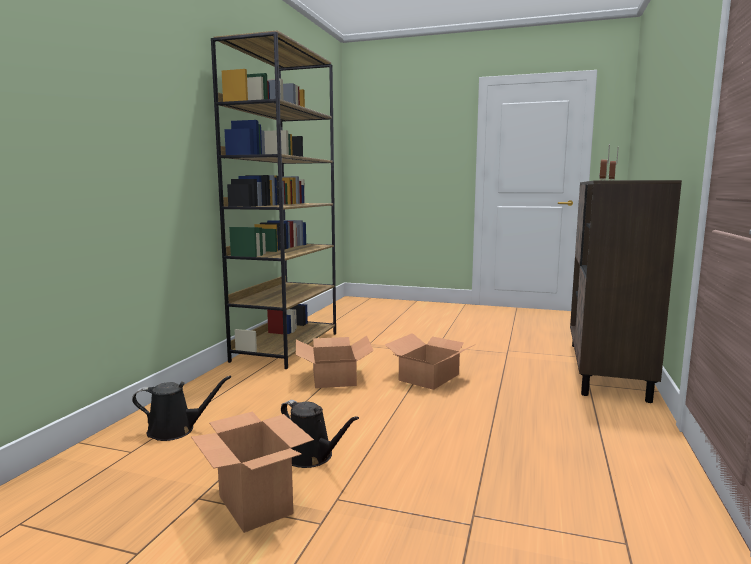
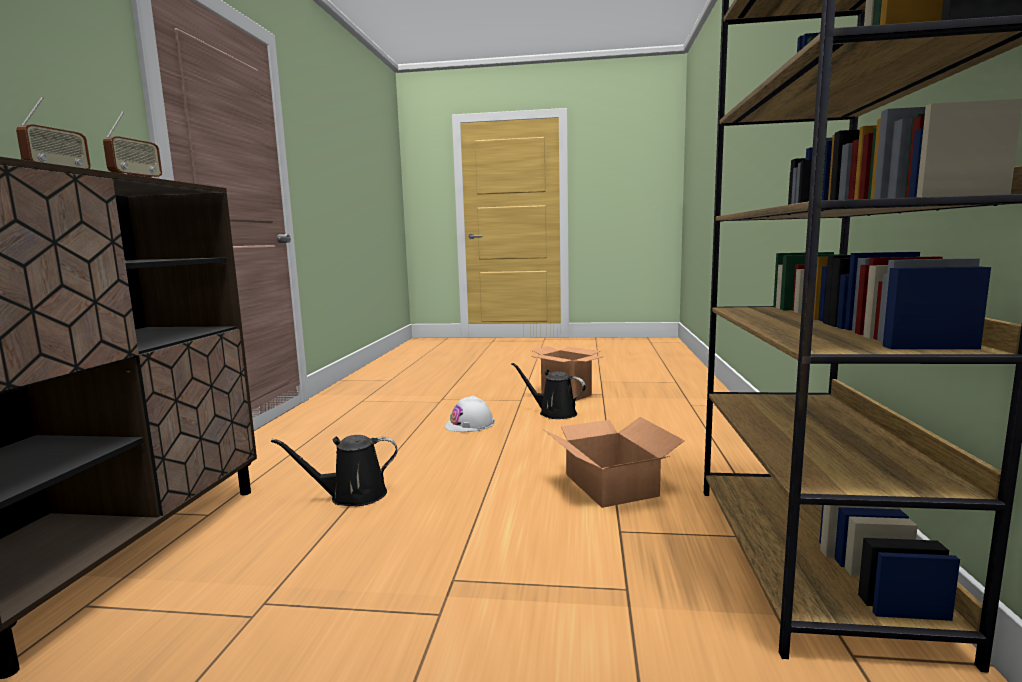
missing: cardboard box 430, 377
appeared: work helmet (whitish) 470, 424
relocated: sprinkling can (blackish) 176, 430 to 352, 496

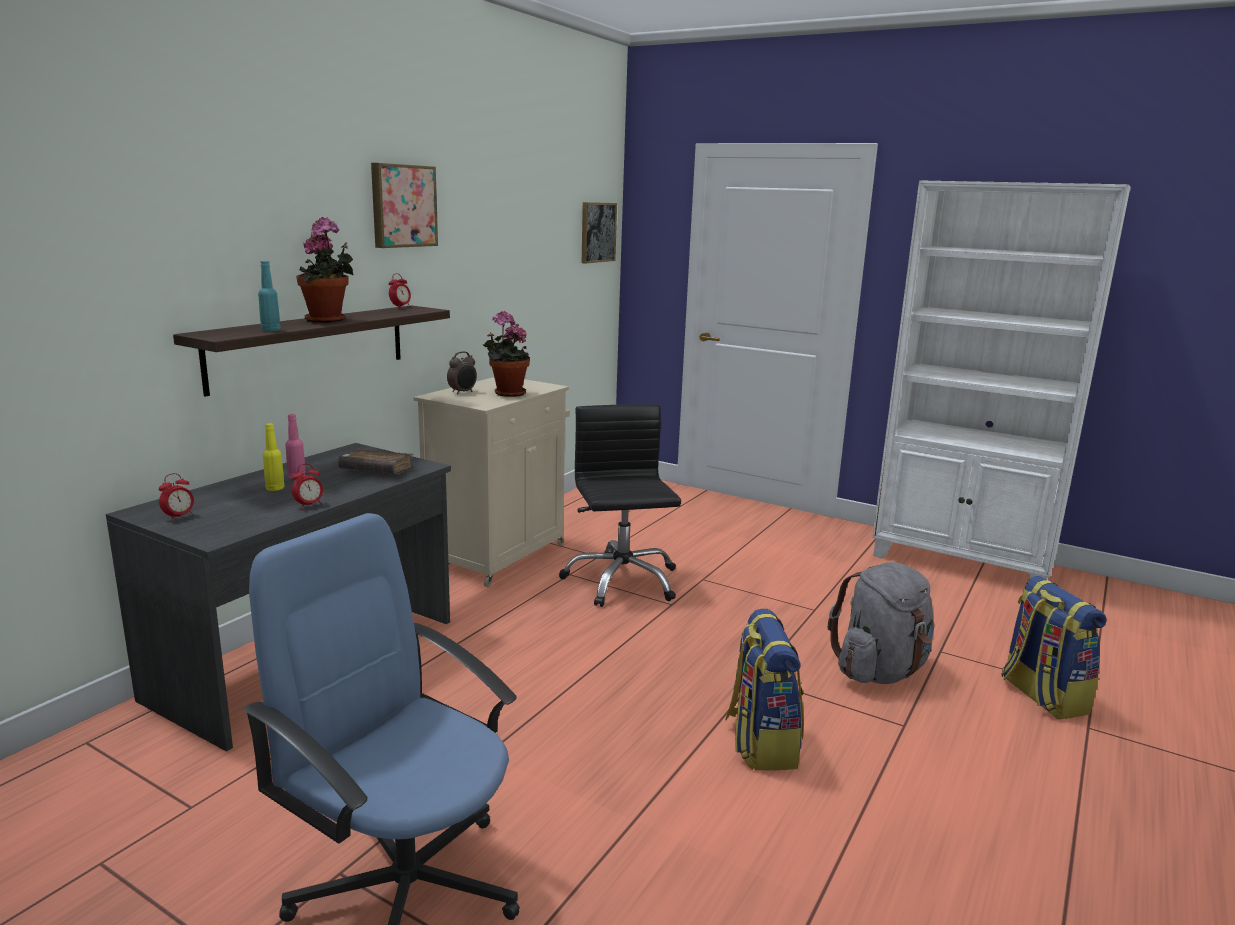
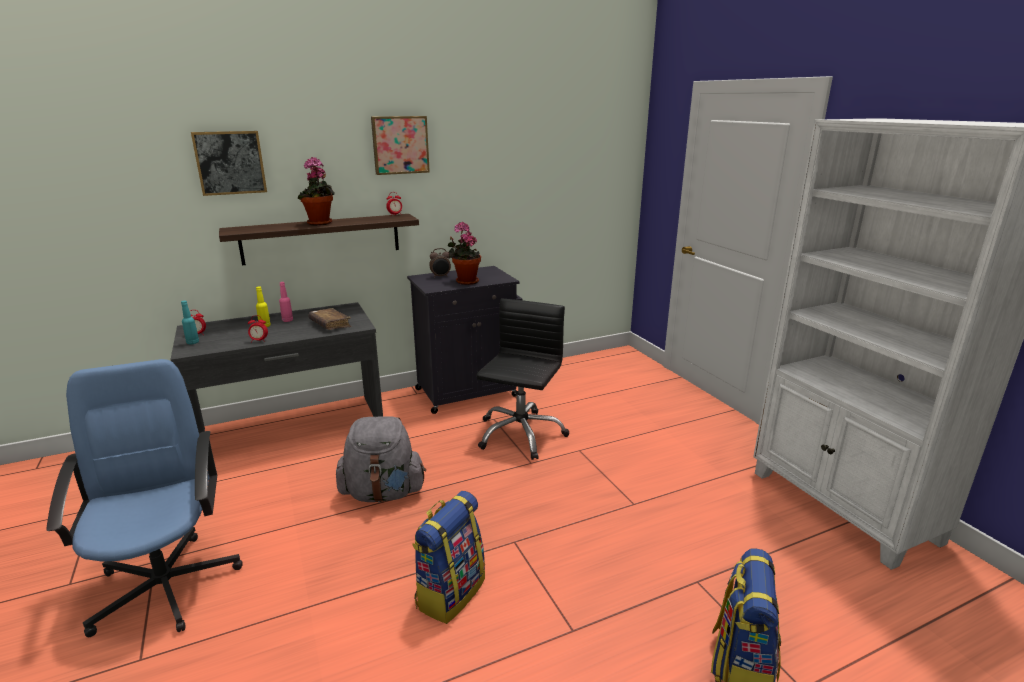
relocated: bottle (turquoise-coloured) 271, 330 to 193, 342; wall art 597, 232 to 230, 163; rucksack (grey) 880, 671 to 383, 493
colour: cupboard (sand-coloured) 498, 555 to cupboard (blackish) 468, 392

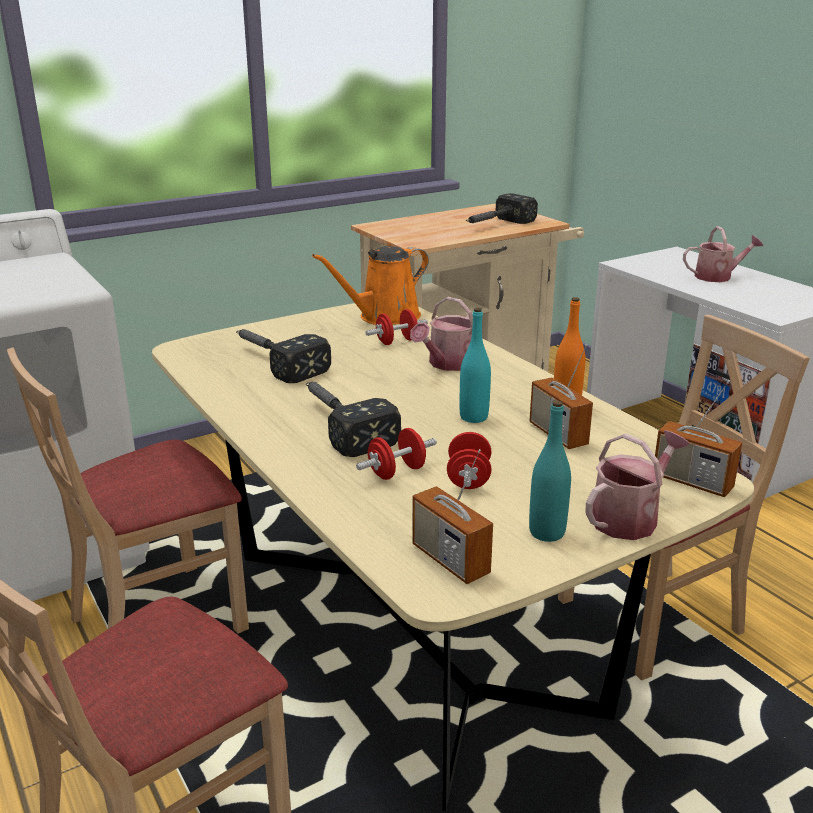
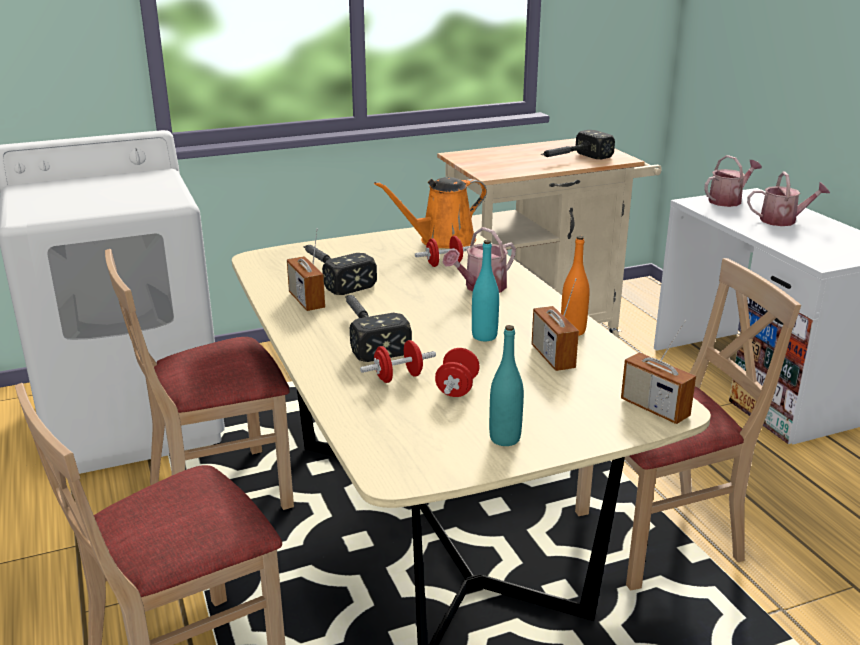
relocated: radio set 450, 560 to 306, 301; sprinkling can 630, 517 to 728, 200

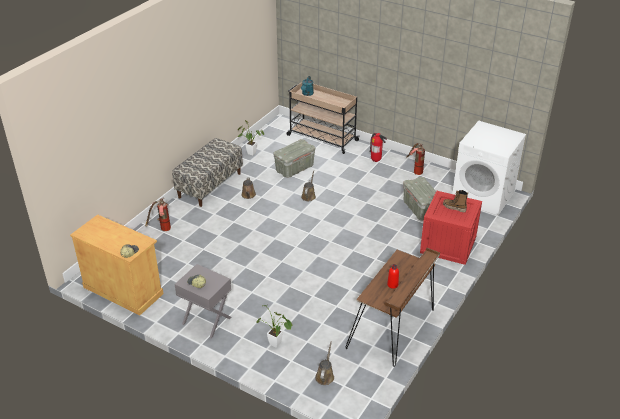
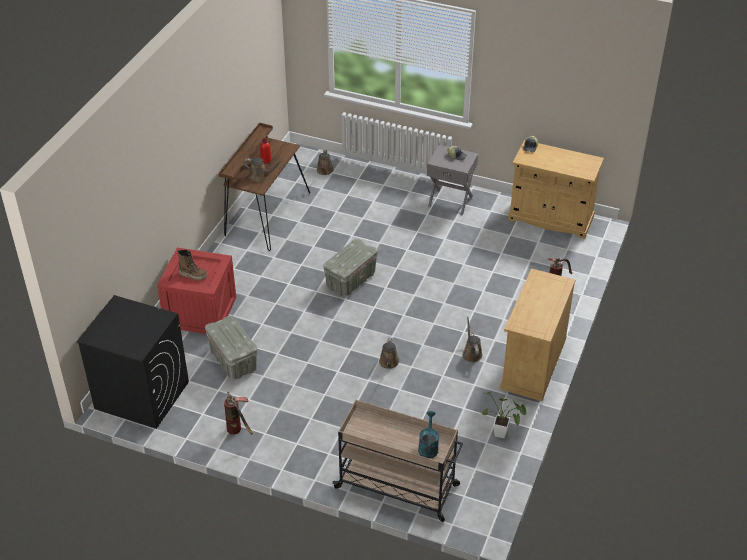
missing: houseplant 277, 345; extinguisher 376, 160
appeared: sprinkling can (brownish) 260, 176
relocated: storage bin (grey) 294, 169 to 351, 280
exchanged: indoor bench 209, 185 to cupboard (sand-coloured) 533, 363
colour: laundry machine (whitish) 483, 196 to laundry machine (blackish) 141, 395

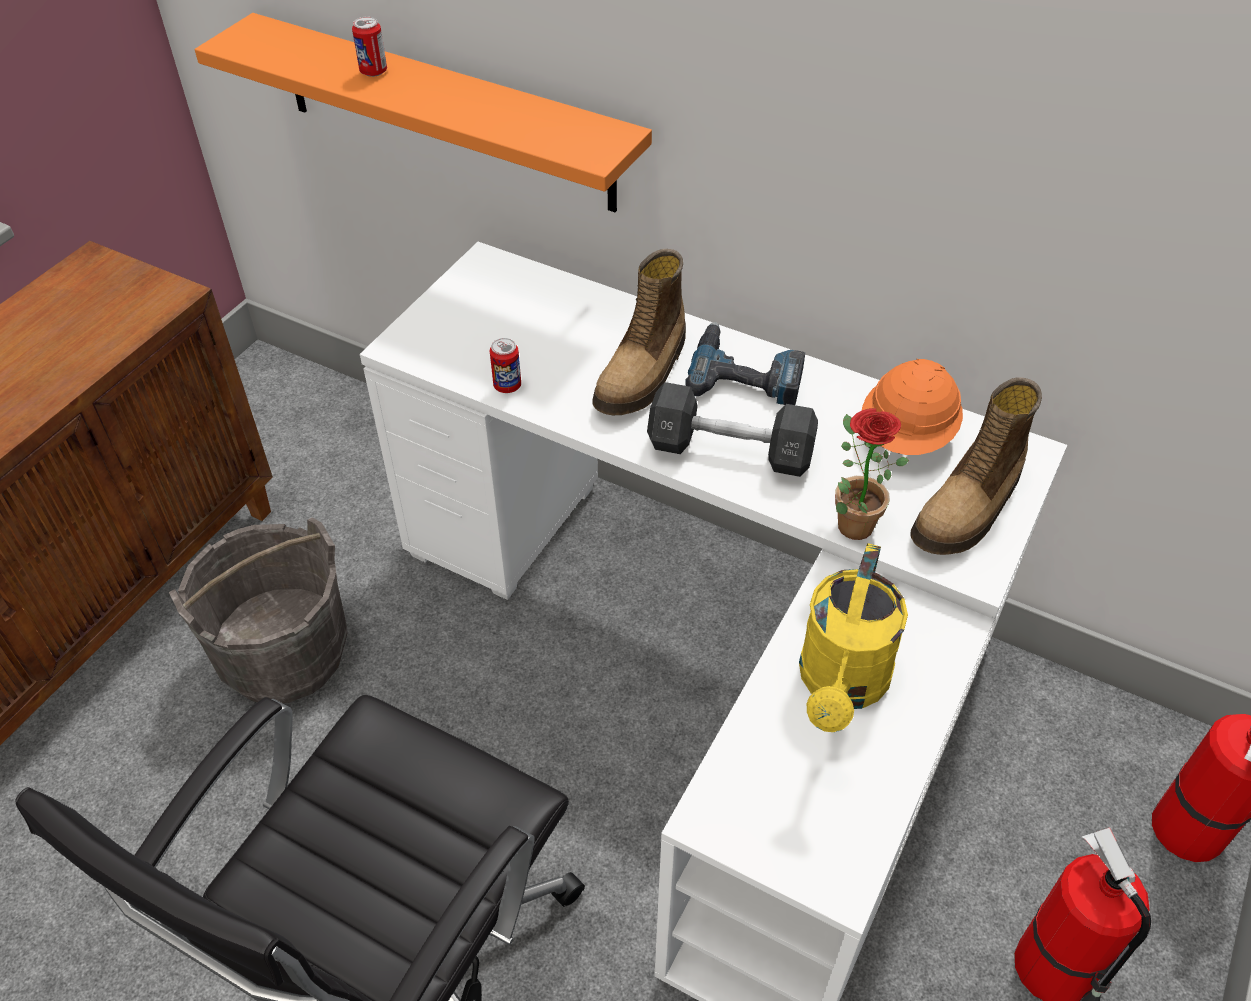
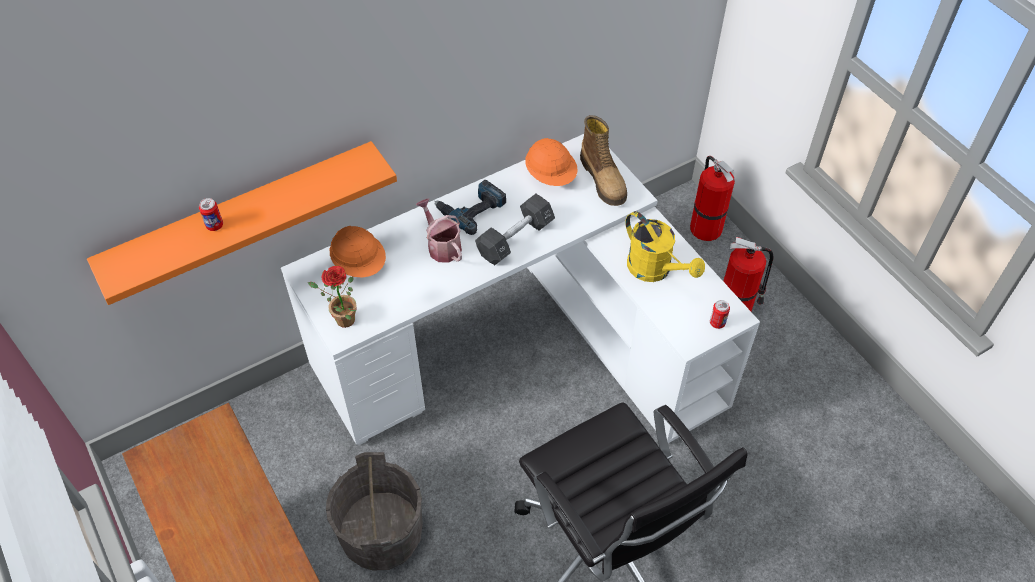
appeared: work helmet (orange-coloured) 360, 264
relocated: can 507, 386 to 717, 323; houseplant 849, 521 to 341, 320
exchanged: tall boot 643, 374 to sprinkling can 442, 246

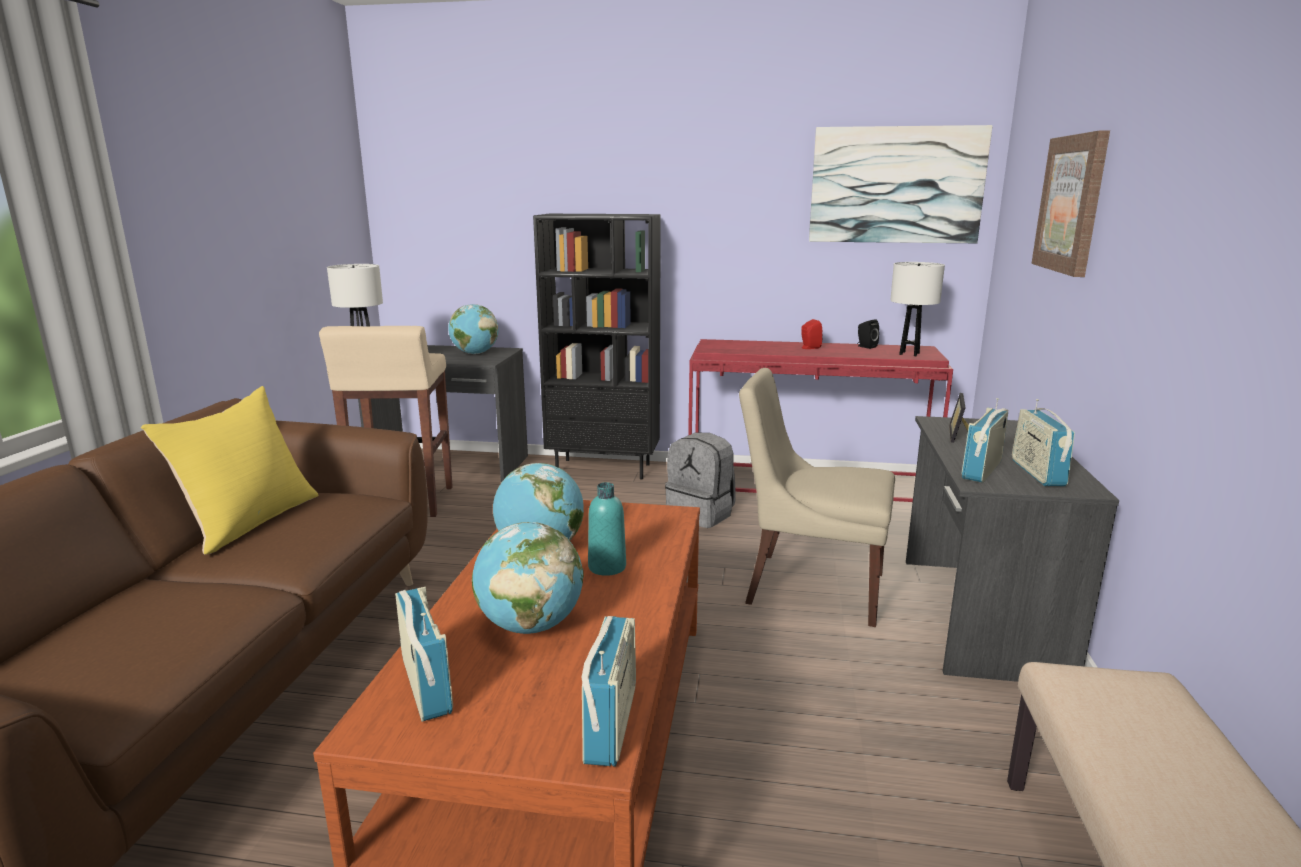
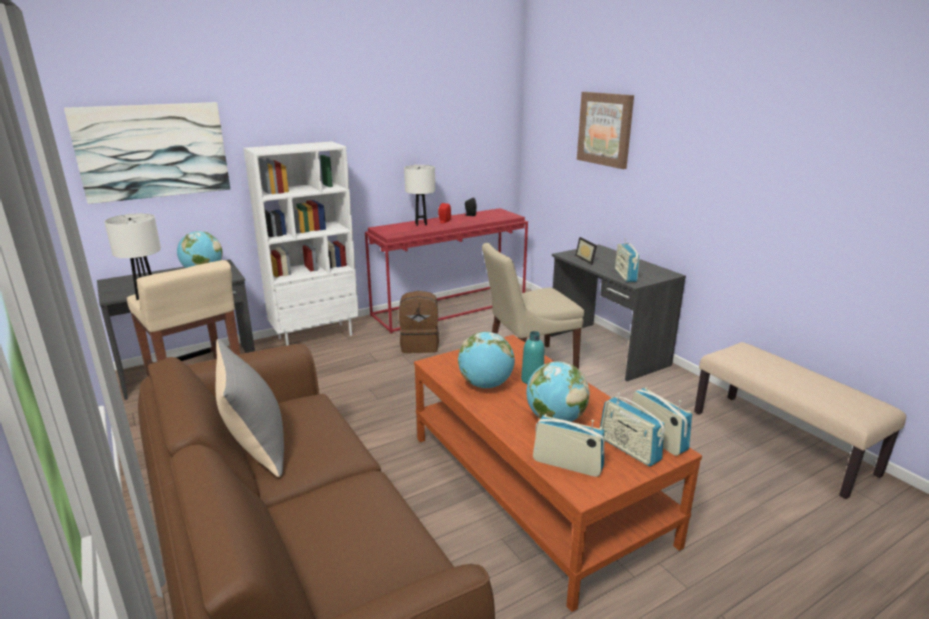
relocated: wall art 896, 185 to 153, 151; table lamp (whitish) 909, 354 to 421, 224; radio set 1037, 473 to 628, 449
colour: throw pillow (yellow) 250, 521 to throw pillow (grey) 256, 446; bookcase (blackish) 604, 469 to bookcase (whitish) 315, 336; rucksack (grey) 701, 514 to rucksack (brownish) 420, 345

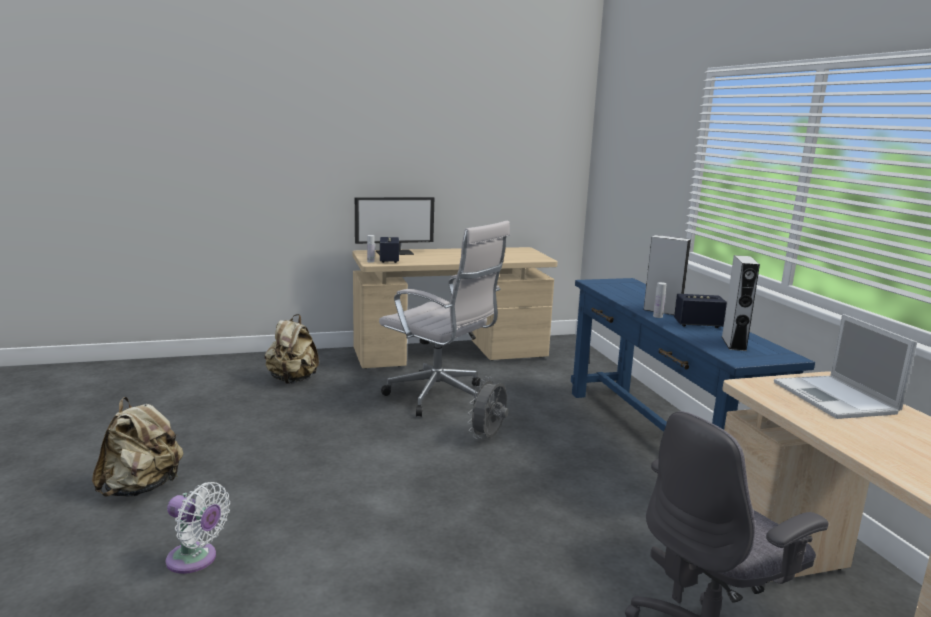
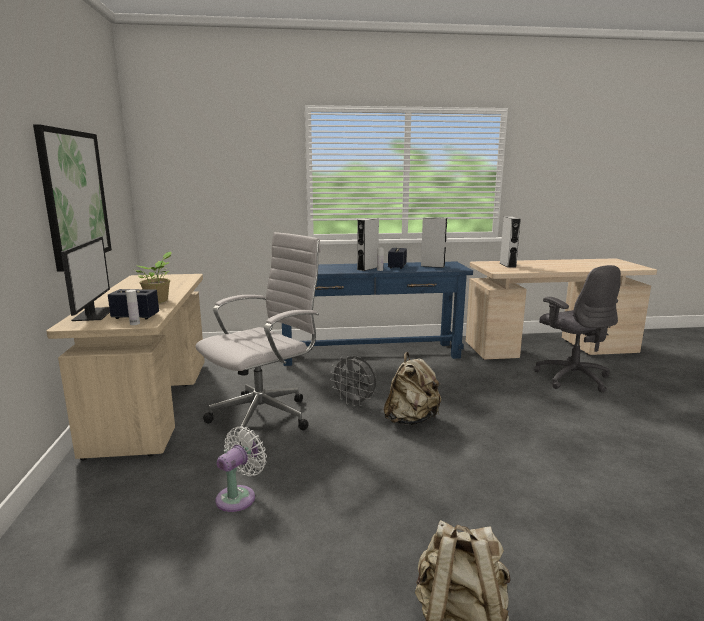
appeared: wall art 75, 197; houseplant 158, 301
relocated: fan (whitish) 195, 560 to 239, 496; rucksack (sand-coloured) 292, 380 to 411, 420
exchanged: notebook computer 836, 398 to speaker (grey) 507, 265

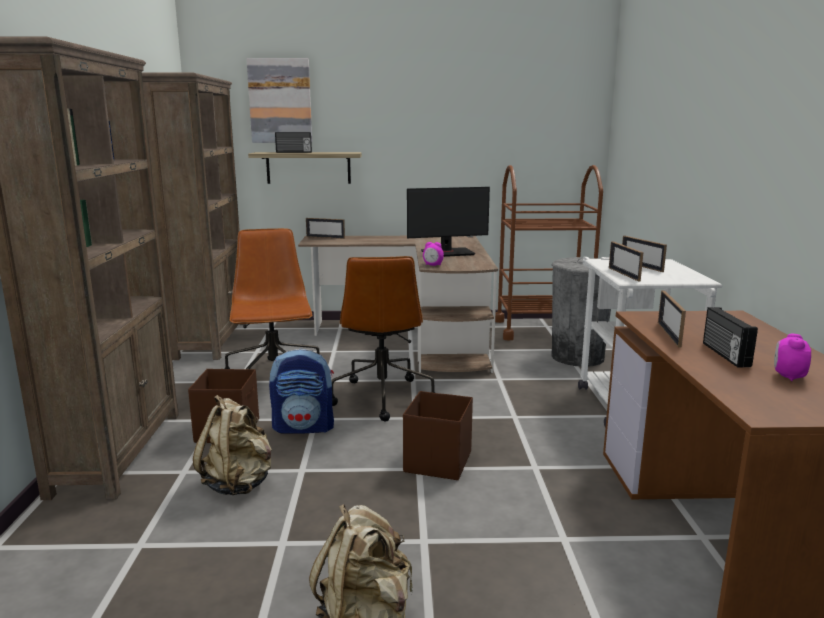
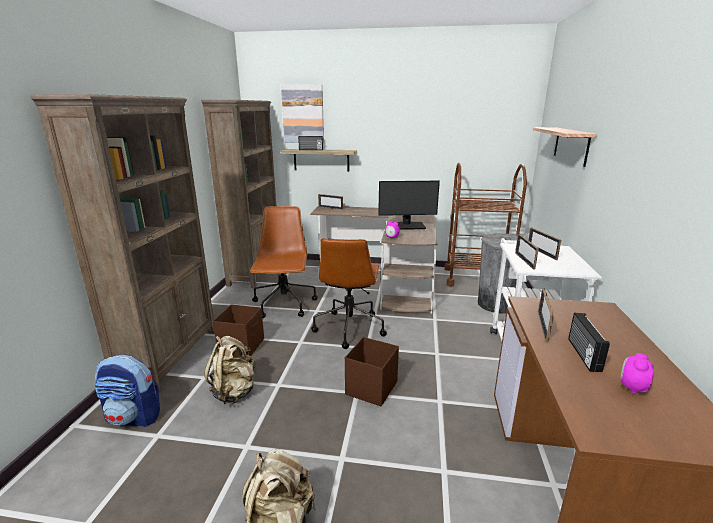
appeared: wall shelf 571, 145
relocated: rucksack 304, 427 to 134, 417

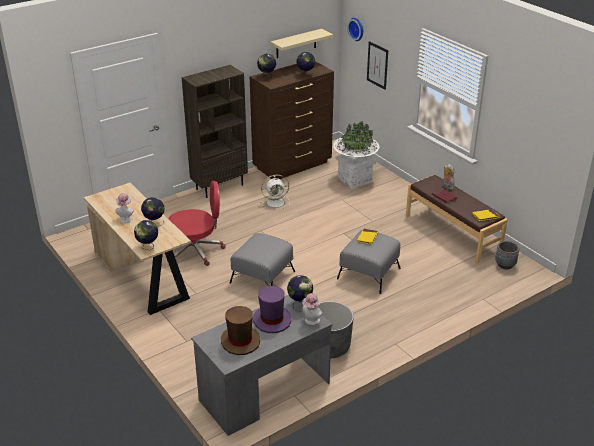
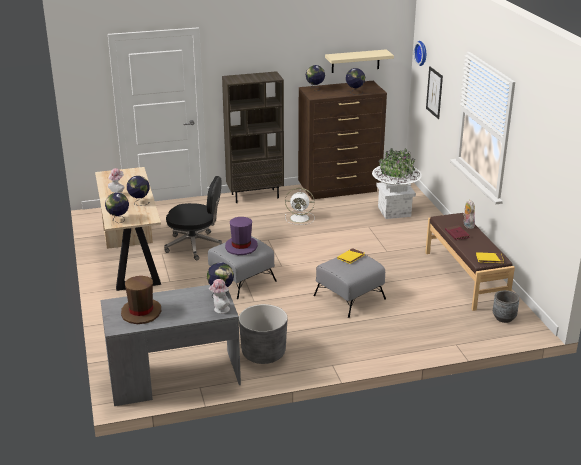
relocated: clothing hat (purple) 272, 320 to 241, 246
colour: office chair (red) 196, 250 to office chair (blackish) 195, 245

